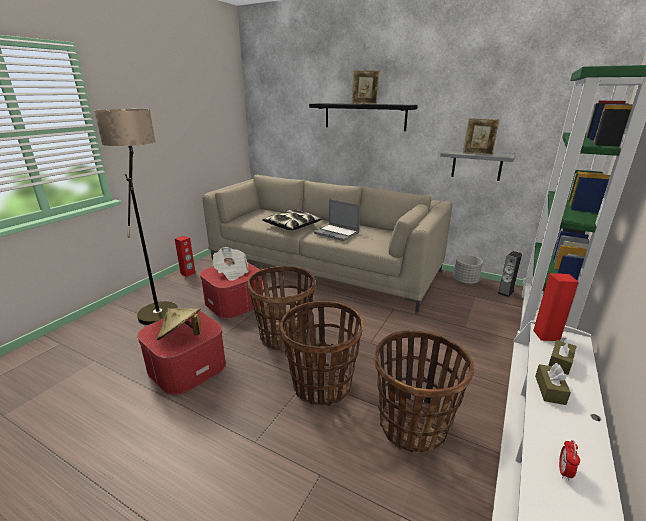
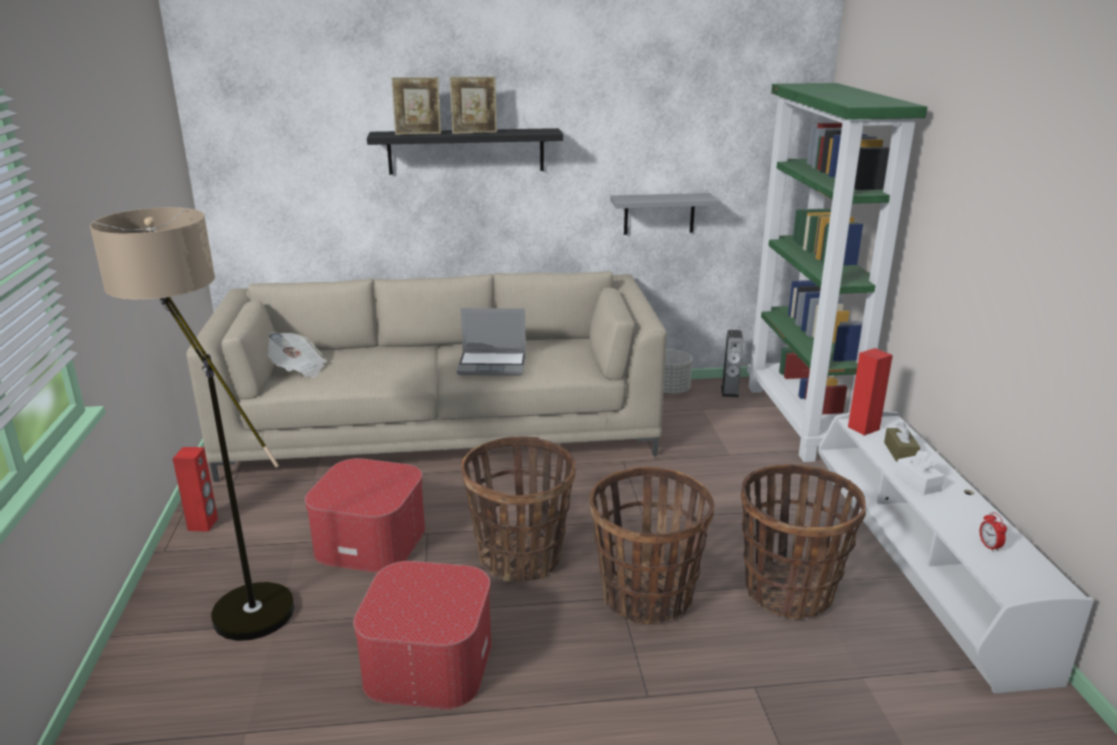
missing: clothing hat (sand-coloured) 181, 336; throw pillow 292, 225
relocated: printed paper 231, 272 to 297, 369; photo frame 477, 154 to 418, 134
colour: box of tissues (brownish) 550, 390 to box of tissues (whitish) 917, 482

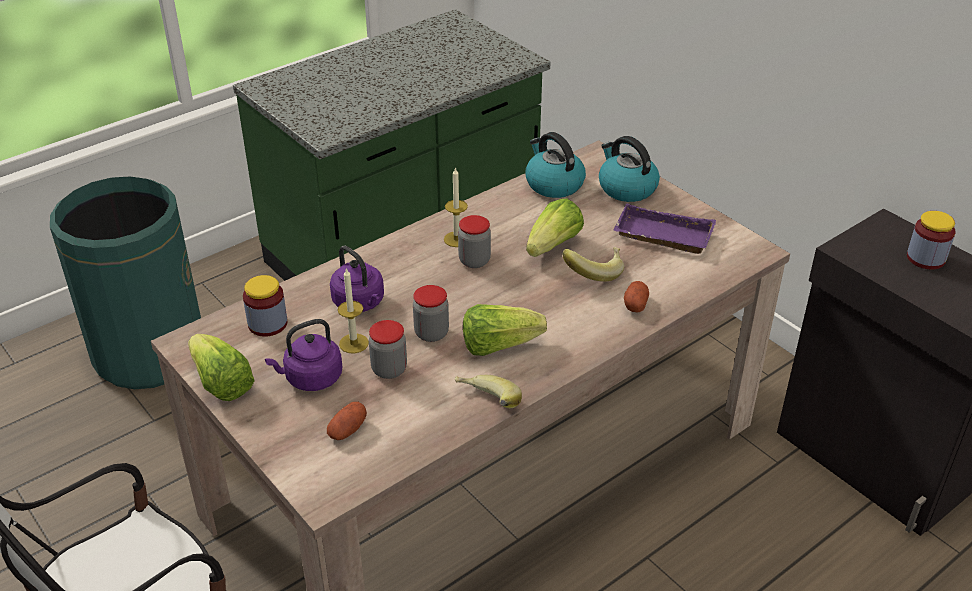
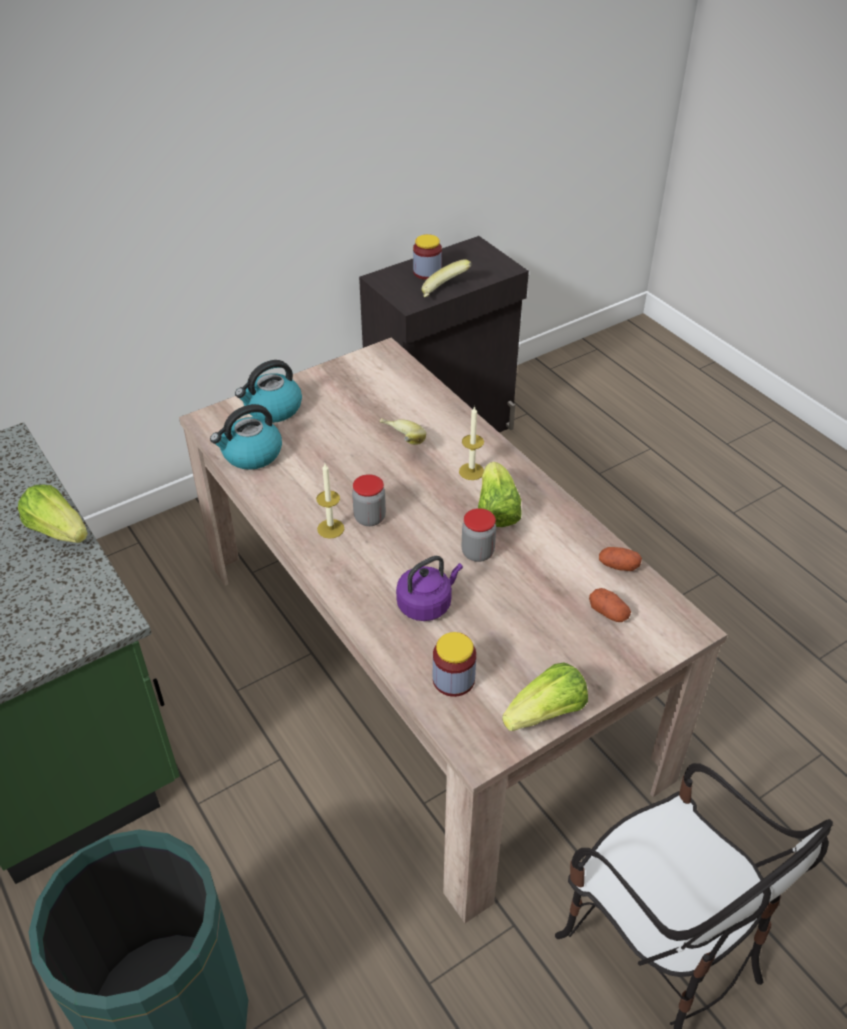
missing: water kettle (purple) 311, 378; storage jar 389, 369; carrying tray (purple) 661, 236
relocated: candle 353, 343 to 471, 471; banana 486, 406 to 444, 292; lettuce head 553, 245 to 58, 530; potato 635, 304 to 618, 566

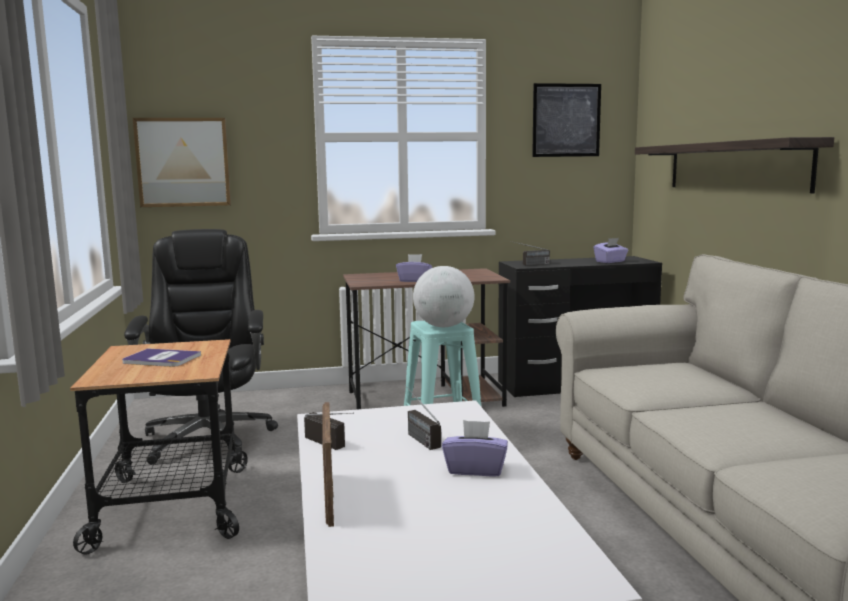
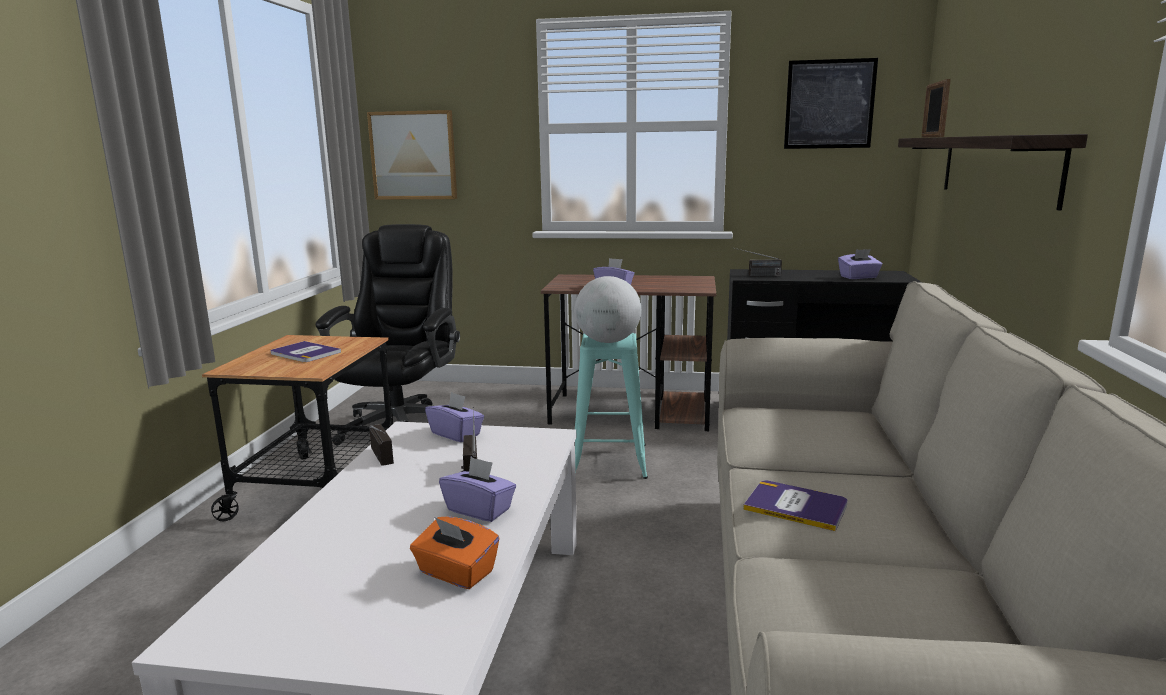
appeared: box of tissues (orange-coloured) 456, 573; box of tissues (purple) 456, 434; volume 796, 506
relocated: photo frame 329, 498 to 932, 137

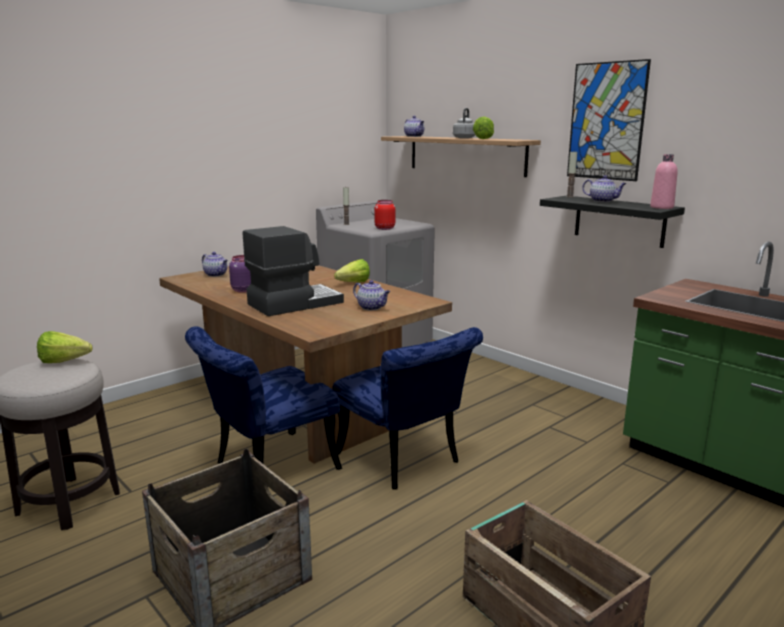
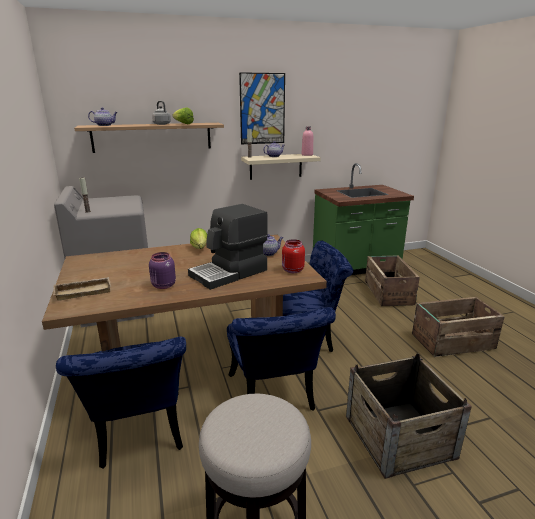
missing: lettuce head 68, 362
appeared: chair (blue) 140, 435; crate 388, 292
relocated: storage jar (red) 384, 228 to 292, 270
exchanged: teapot 216, 275 to carrying tray (sand-coloured) 84, 291
colour: wall shelf (blackish) 619, 221 to wall shelf (sand-coloured) 276, 166
spun: coffee machine 294, 303 = 230, 273 120 degrees counterclockwise

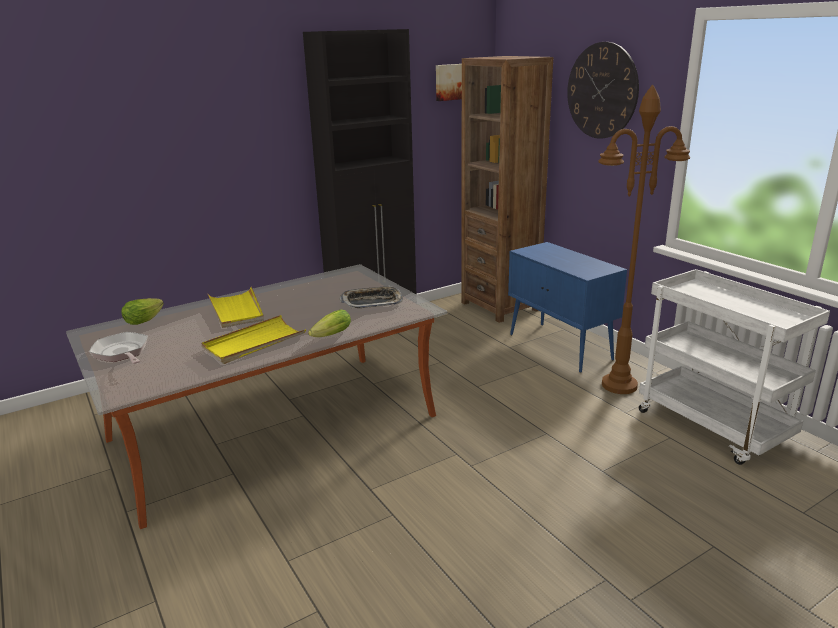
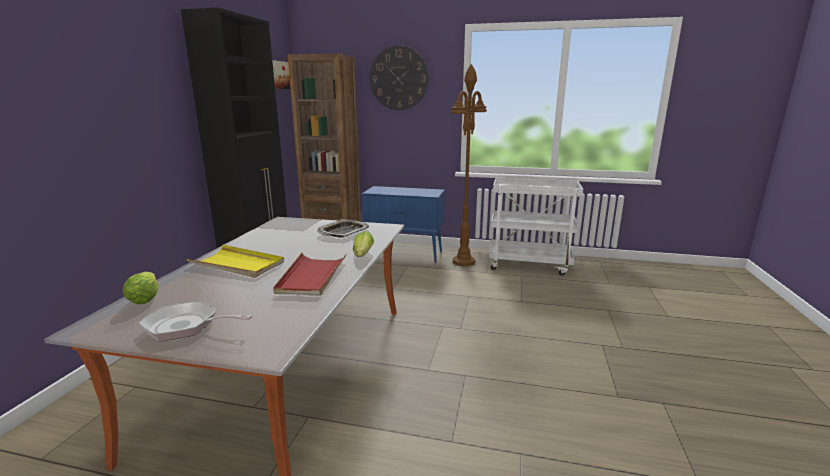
colour: carrying tray (yellow) 254, 343 to carrying tray (red) 311, 276

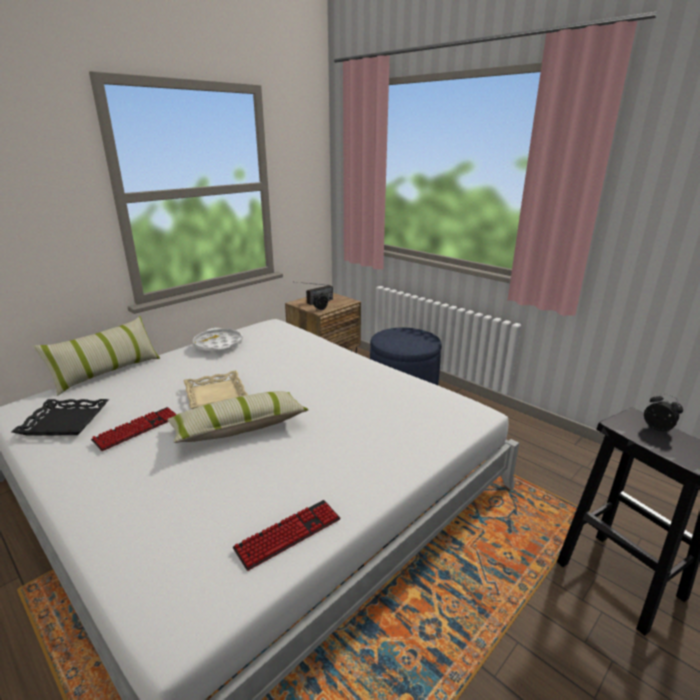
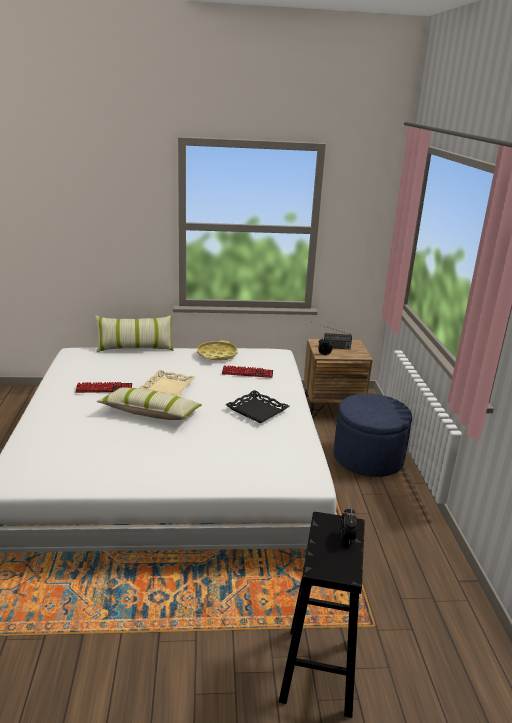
relocated: carrying tray (blackish) 65, 421 to 257, 410; computer keyboard 288, 534 to 247, 373
colour: carrying tray (whitish) 218, 344 to carrying tray (yellow) 217, 355

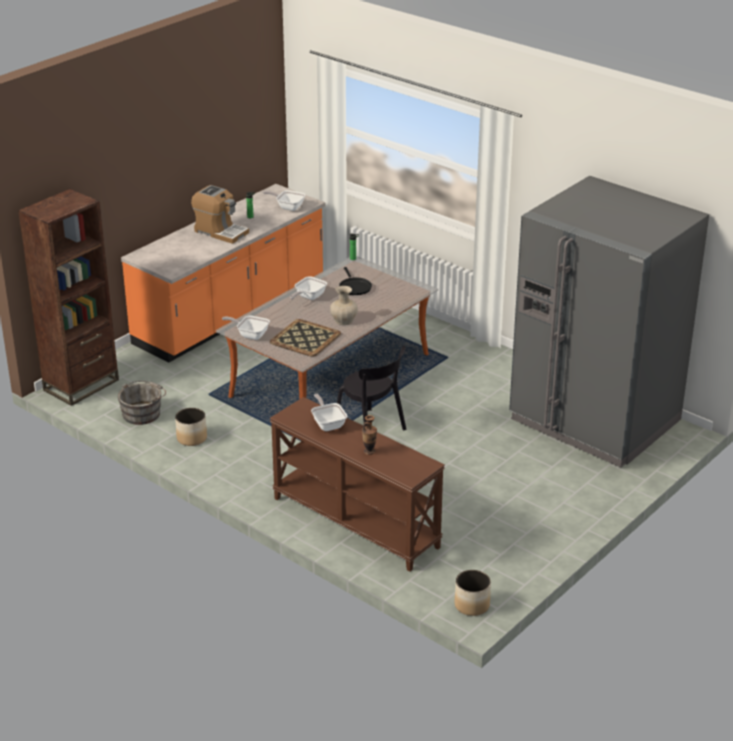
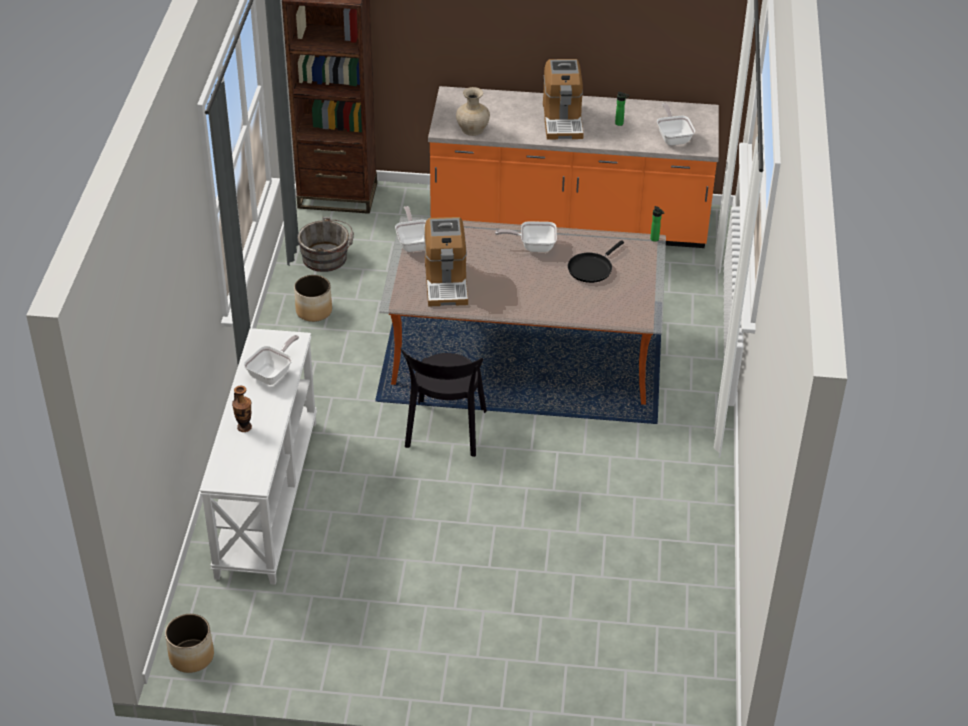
missing: kitchen fridge (grey) 594, 420
relocated: decorative vase (sand-coloured) 344, 320 to 473, 129
exchanged: carrying tray 305, 338 to coffee machine 446, 282
colour: console table (brownish) 354, 523 to console table (whitish) 266, 497

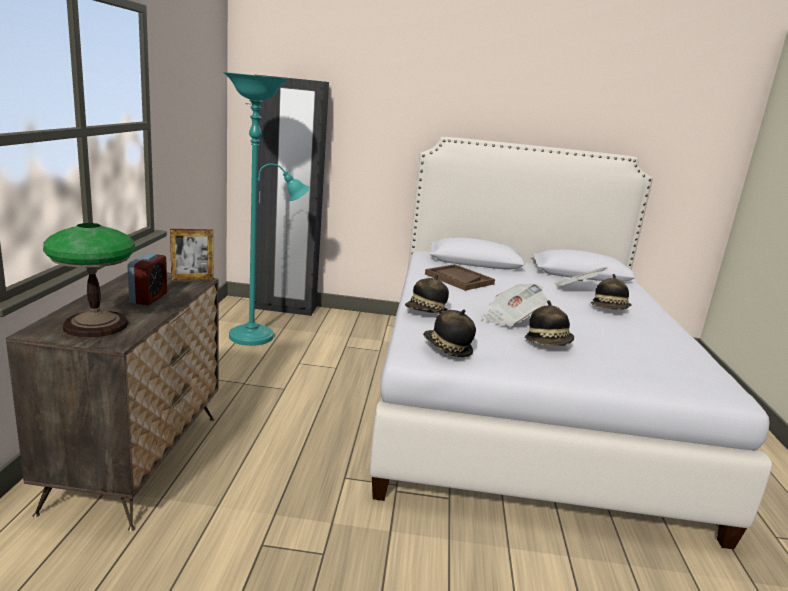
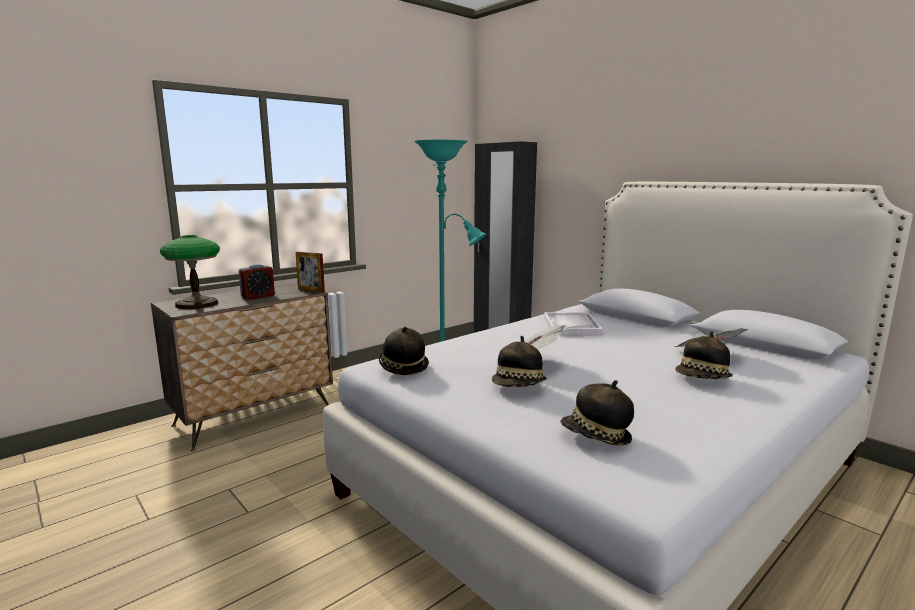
relocated: clothing hat 426, 312 to 596, 437
colour: carrying tray (brownish) 459, 279 to carrying tray (whitish) 571, 325

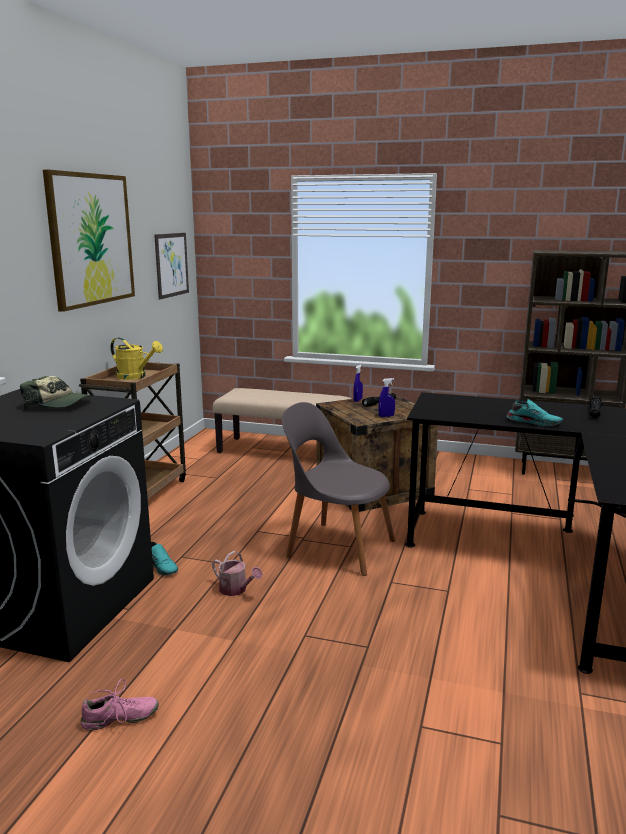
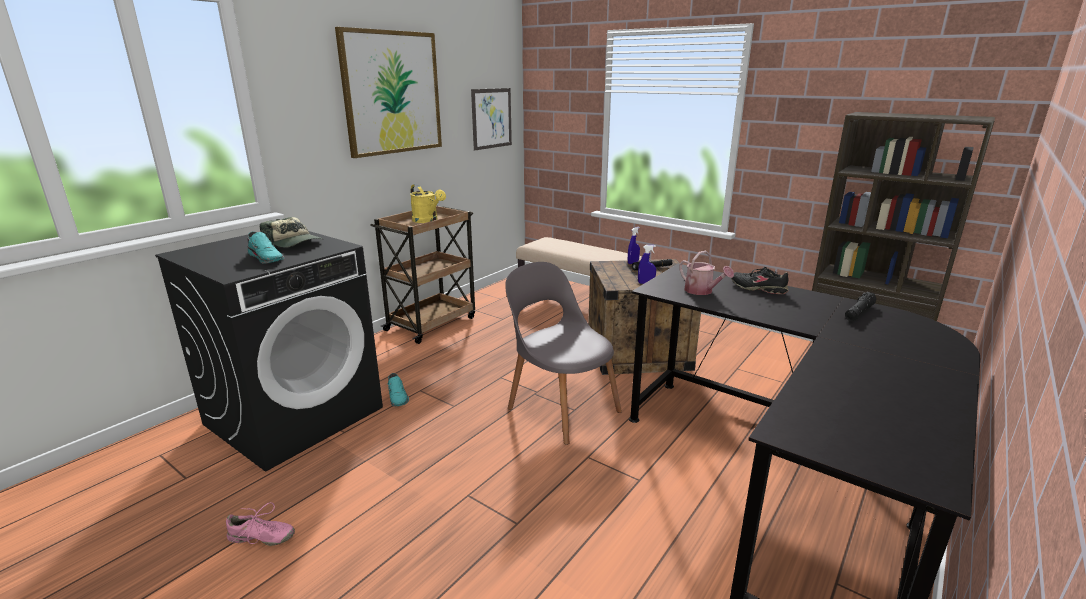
appeared: shoe (blackish) 758, 288
relocated: sprinkling can 236, 590 to 702, 291; shoe (turquoise-coloured) 534, 422 to 267, 258

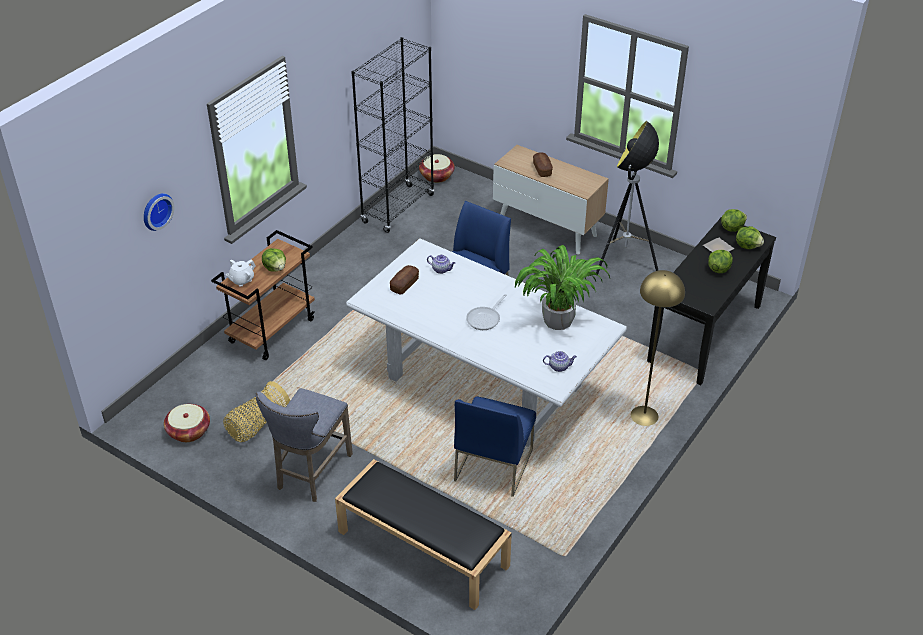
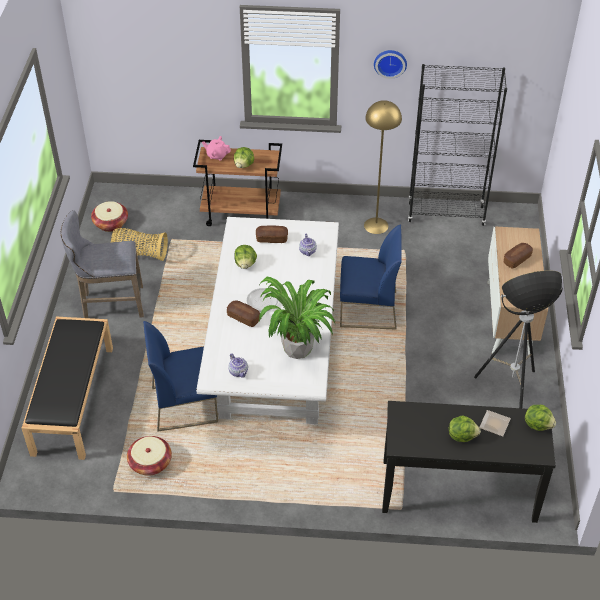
appeared: baked bread 243, 318
relocated: wall clock 156, 210 to 390, 62; household basket 436, 176 to 150, 463; standing lamp (yellow) 644, 416 to 376, 225; lettuce head 747, 246 to 245, 264
colour: teapot (whitish) 241, 280 to teapot (pink) 217, 155

